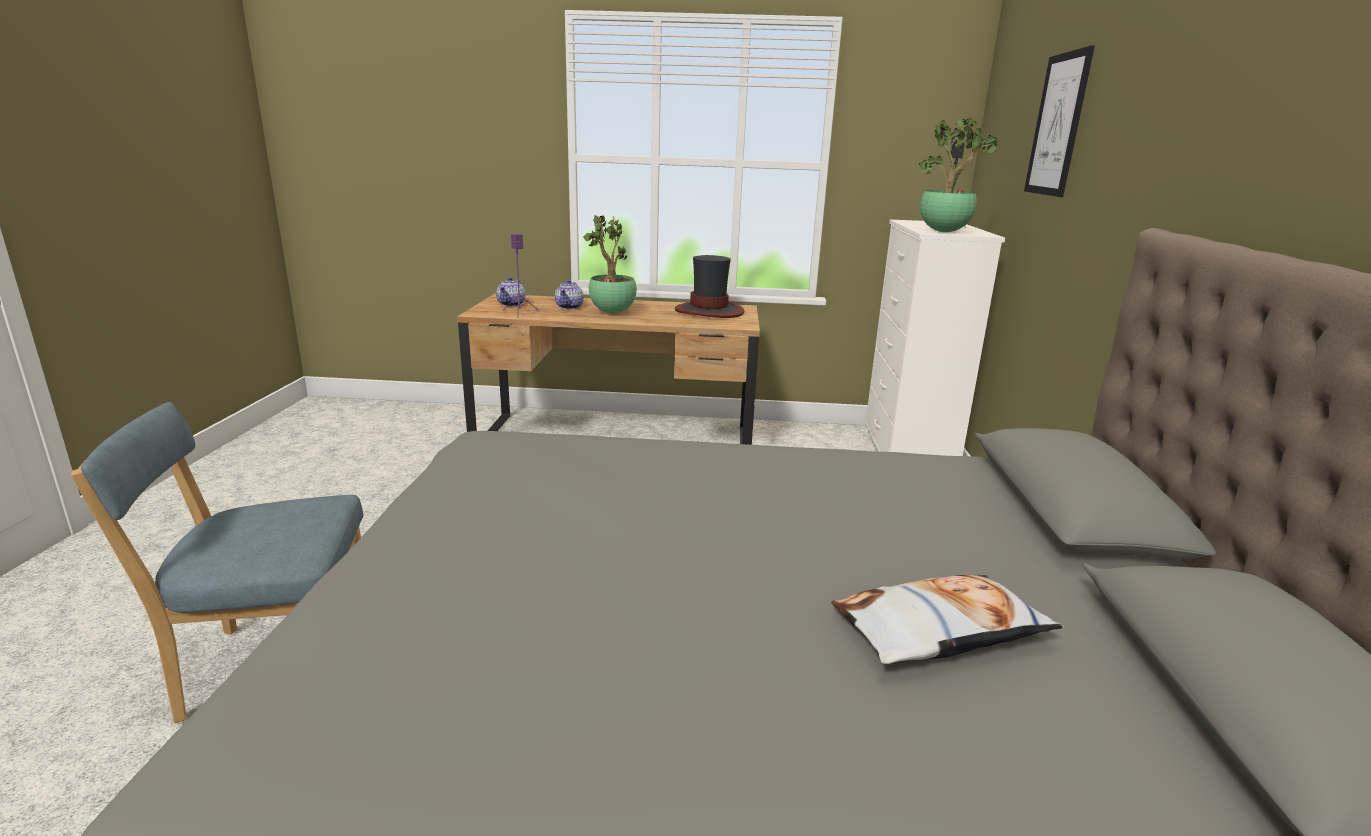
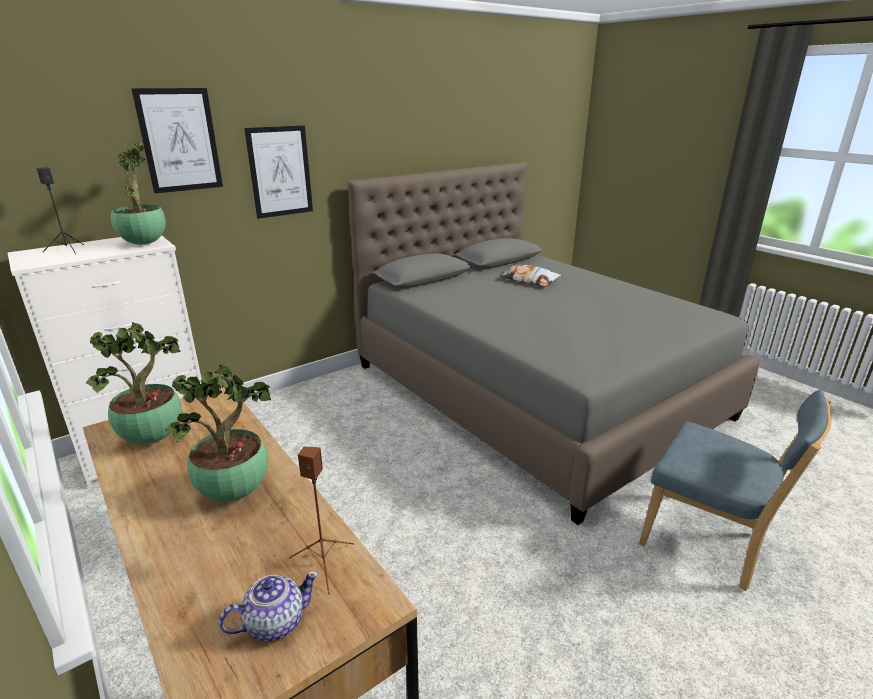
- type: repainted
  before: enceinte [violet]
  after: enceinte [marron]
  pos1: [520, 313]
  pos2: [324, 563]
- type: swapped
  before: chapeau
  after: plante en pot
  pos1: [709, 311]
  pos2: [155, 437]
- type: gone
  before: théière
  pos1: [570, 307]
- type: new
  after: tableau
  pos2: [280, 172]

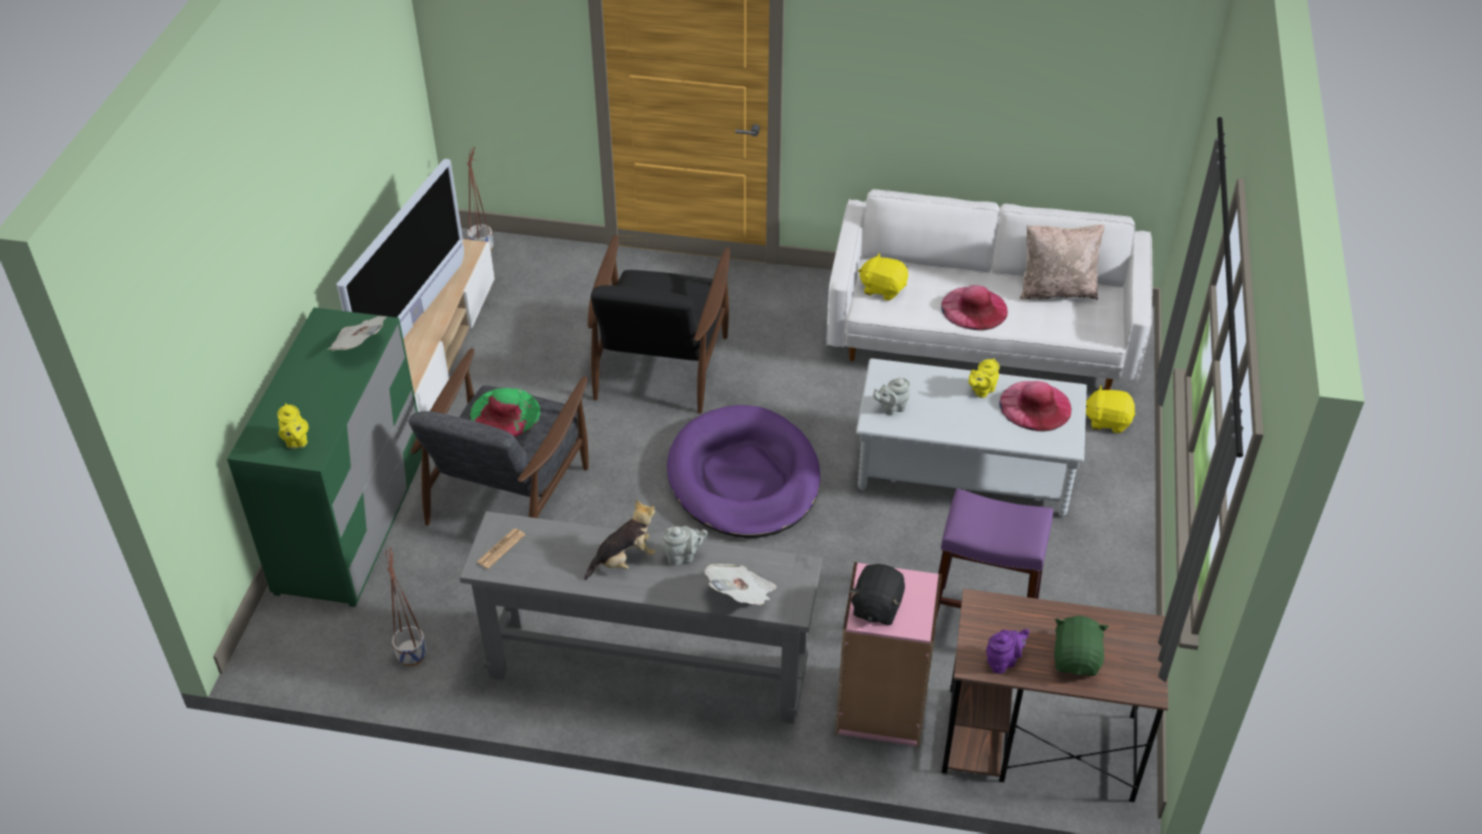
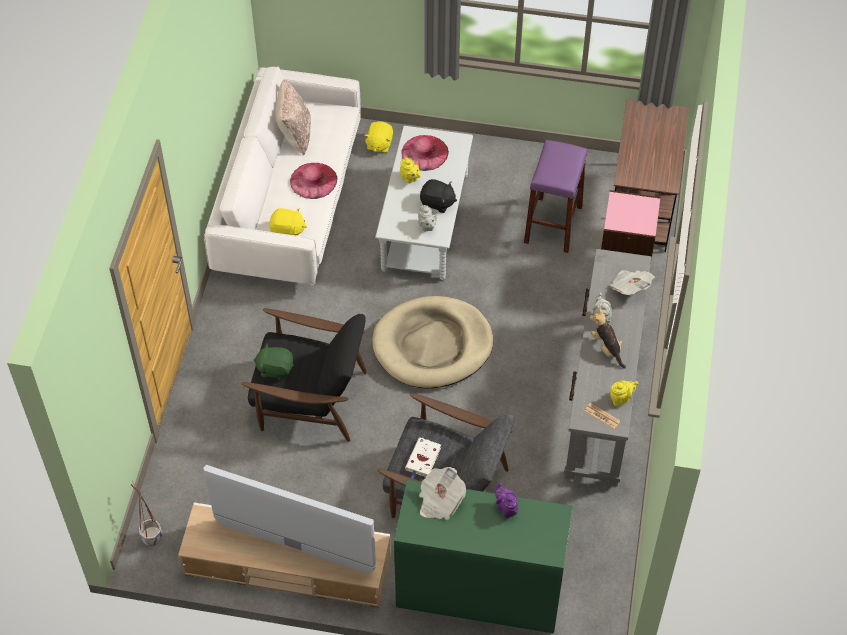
- type: rotated
  before: peluche [jaune]
  pos1: [883, 289]
  pos2: [287, 231]
  turn: -105
- type: swapped
  before: chapeau [vert]
  after: livre [blanc]
  pos1: [504, 413]
  pos2: [423, 460]
- type: shifted
  before: théière [jaune]
  pos1: [296, 442]
  pos2: [621, 398]
- type: repainted
  before: panier pour chien [violet]
  after: panier pour chien [beige]
  pos1: [744, 478]
  pos2: [432, 345]
- type: gone
  before: cache-pot
  pos1: [411, 655]
- type: shifted
  before: peluche [noir]
  pos1: [876, 607]
  pos2: [437, 203]
- type: shifted
  before: peluche [vert]
  pos1: [1076, 659]
  pos2: [275, 369]
- type: shifted
  before: théière [violet]
  pos1: [1003, 661]
  pos2: [506, 508]

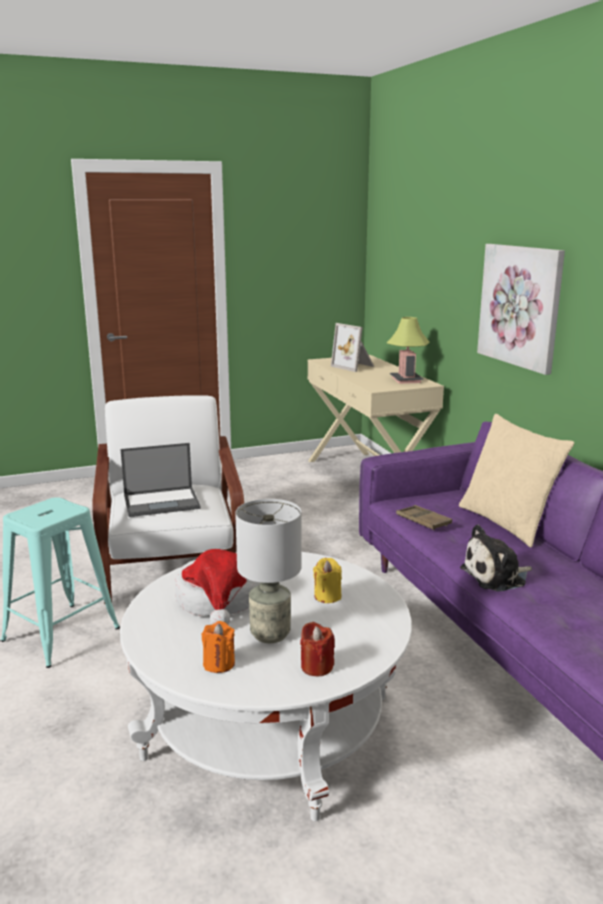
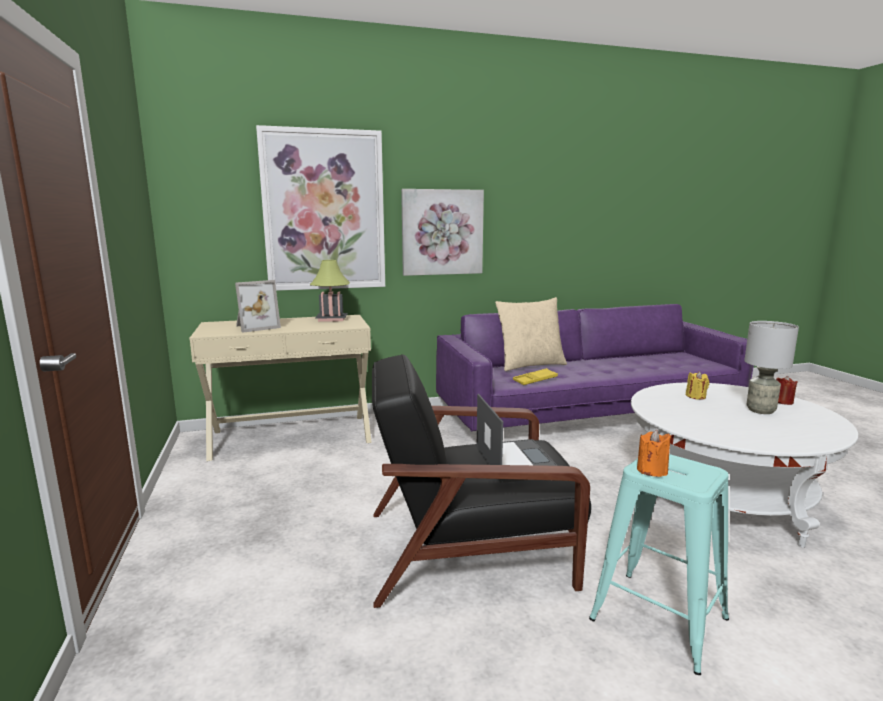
- type: repainted
  before: fauteuil [blanc]
  after: fauteuil [noir]
  pos1: [172, 562]
  pos2: [471, 548]
- type: repainted
  before: plateau [marron]
  after: plateau [jaune]
  pos1: [423, 521]
  pos2: [535, 380]
- type: gone
  before: peluche
  pos1: [496, 576]
- type: gone
  before: chapeau
  pos1: [218, 600]
- type: shifted
  before: bougie [orange]
  pos1: [219, 664]
  pos2: [652, 470]
- type: new
  after: tableau
  pos2: [324, 211]

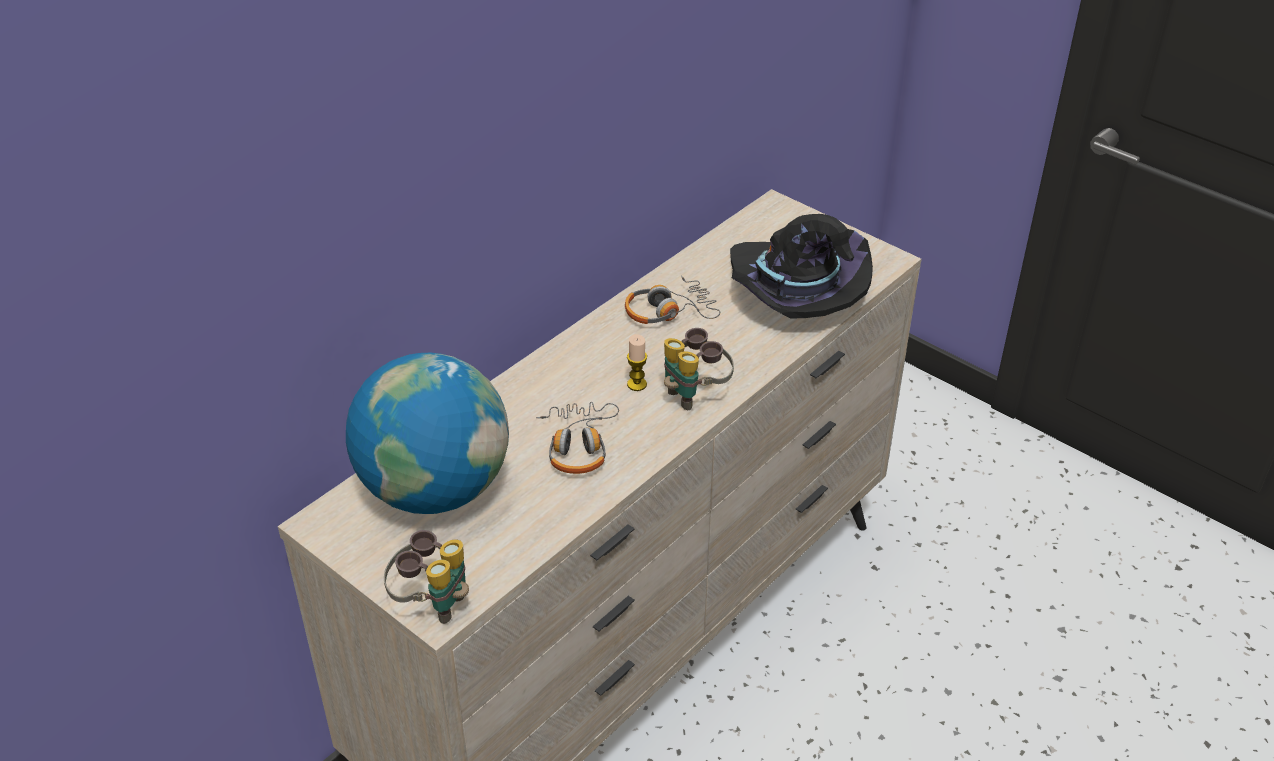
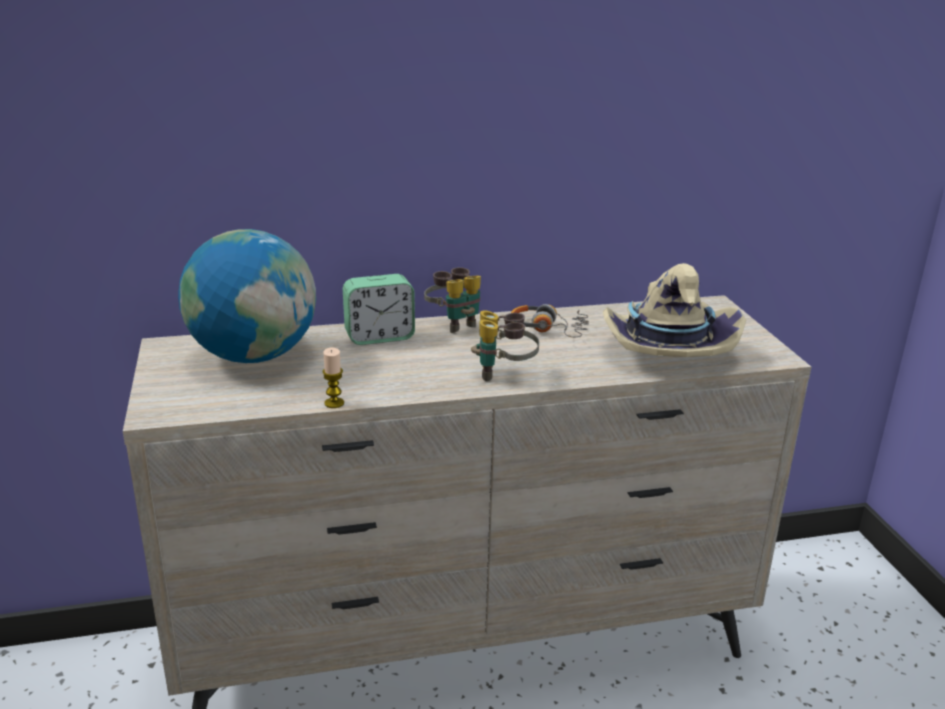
- type: repainted
  before: chapeau [noir]
  after: chapeau [beige]
  pos1: [794, 292]
  pos2: [665, 349]
- type: shifted
  before: bougie
  pos1: [637, 384]
  pos2: [334, 403]
- type: gone
  before: casque audio
  pos1: [579, 445]
- type: shifted
  before: jumelles
  pos1: [432, 602]
  pos2: [454, 324]
- type: new
  after: réveil
  pos2: [379, 337]

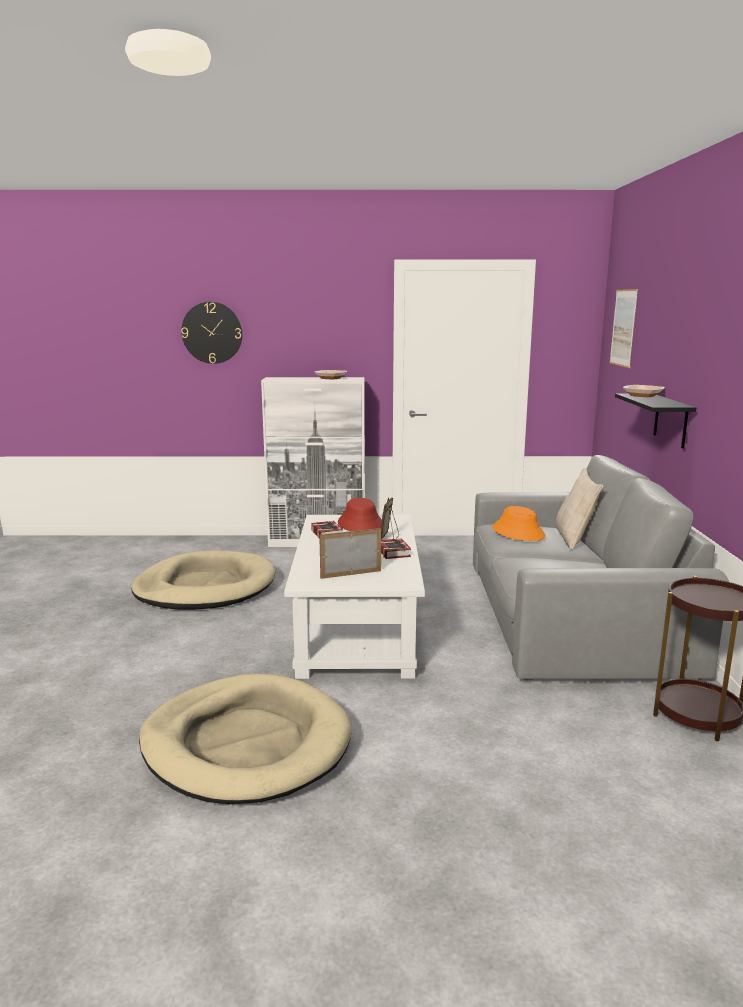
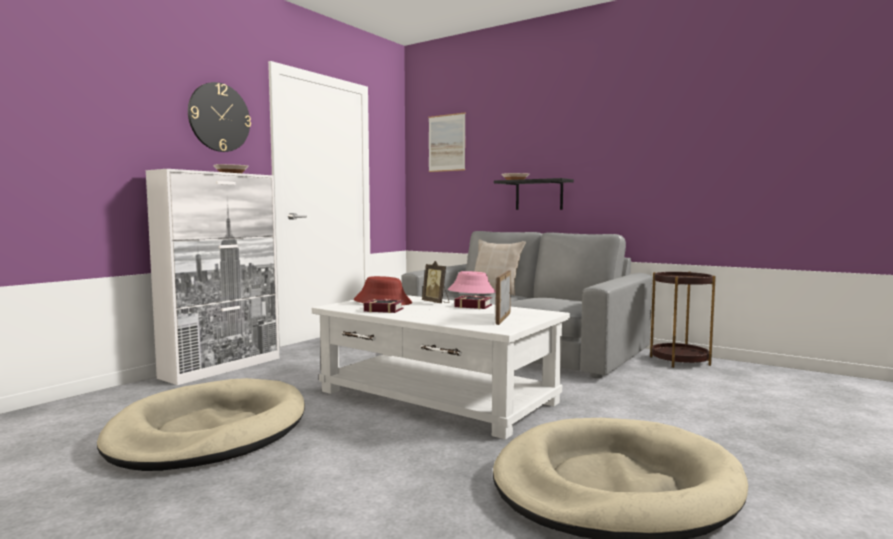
- type: shifted
  before: horloge murale
  pos1: [212, 332]
  pos2: [219, 117]
- type: repainted
  before: chapeau [orange]
  after: chapeau [rose]
  pos1: [518, 532]
  pos2: [471, 291]

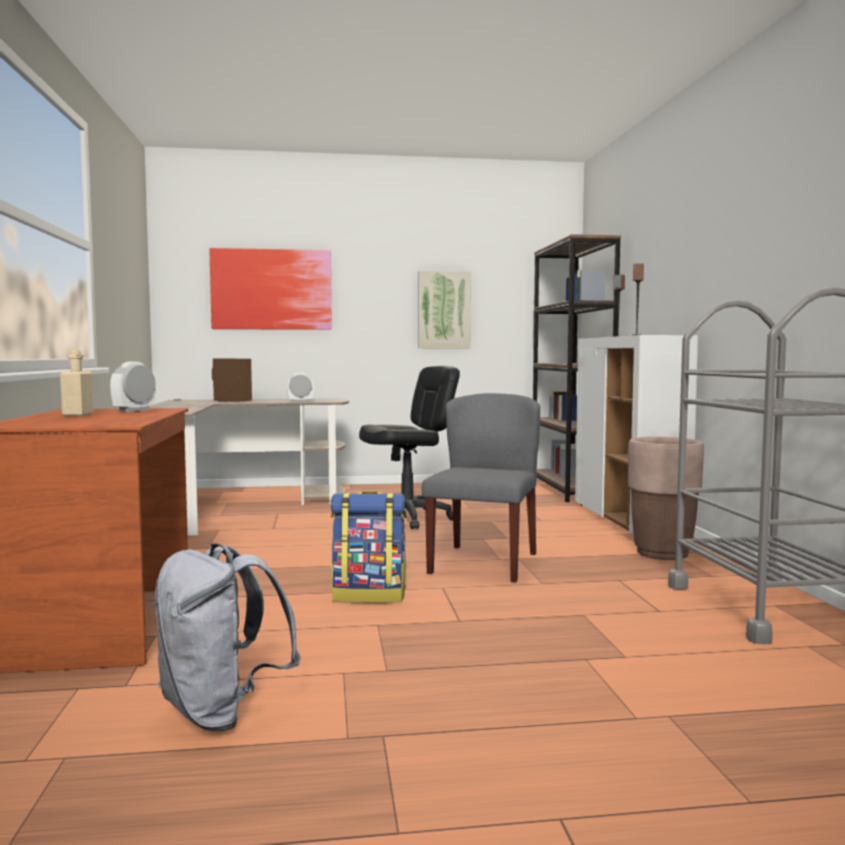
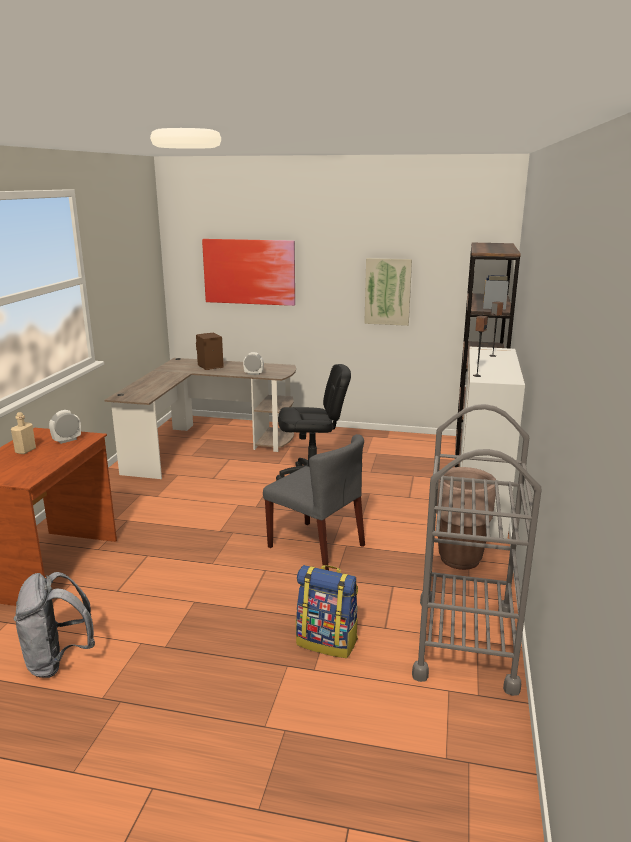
- type: rotated
  before: chaise [gris]
  pos1: [483, 563]
  pos2: [317, 546]
  turn: 90
- type: shifted
  before: sac à dos
  pos1: [370, 595]
  pos2: [327, 642]

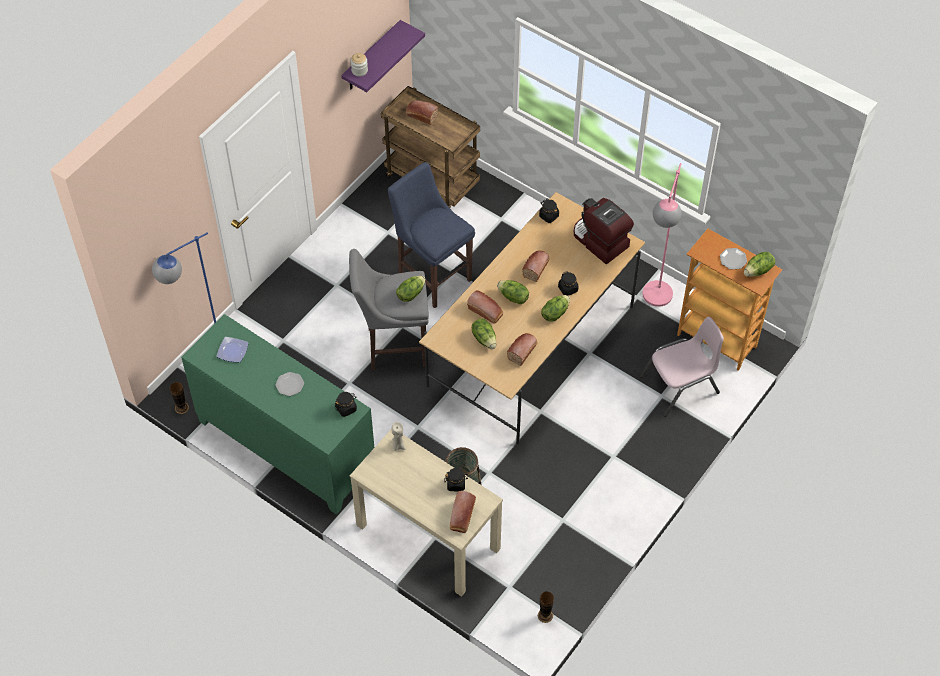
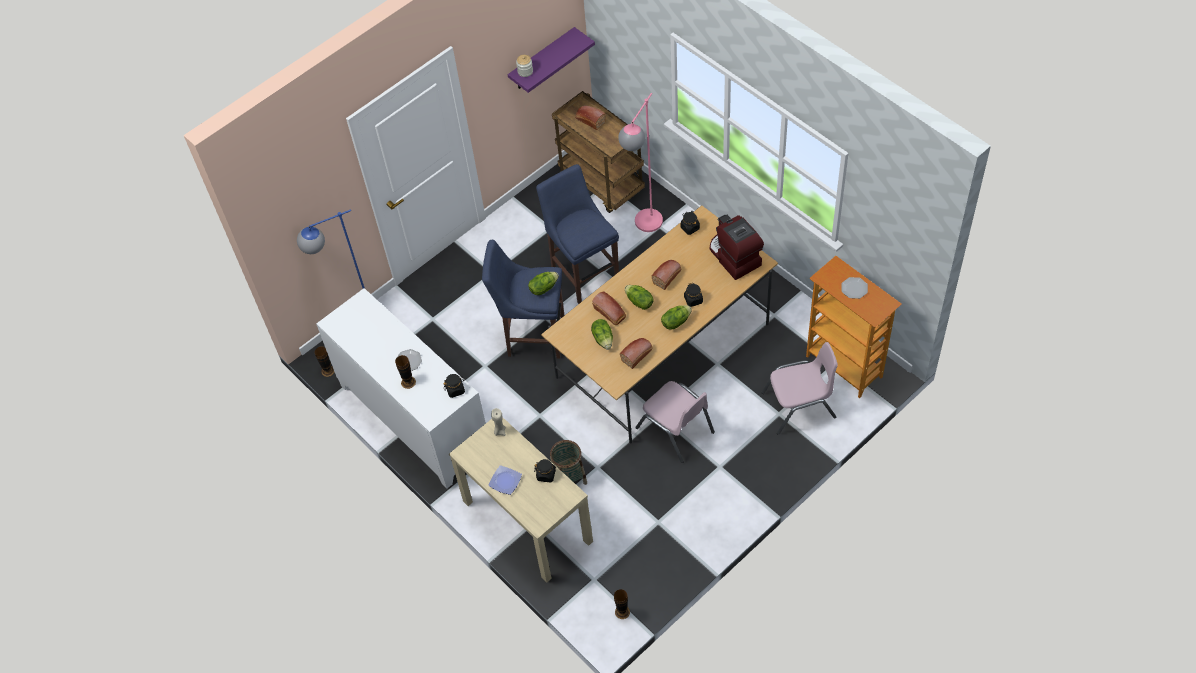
- type: shifted
  before: lampadaire [rose]
  pos1: [655, 303]
  pos2: [644, 228]
- type: repainted
  before: tabouret [gris]
  after: tabouret [bleu]
  pos1: [393, 346]
  pos2: [532, 336]
- type: gone
  before: laitue
  pos1: [758, 271]
- type: repainted
  before: meuble de rangement [vert]
  after: meuble de rangement [blanc]
  pos1: [285, 446]
  pos2: [413, 419]
- type: shifted
  before: assiette
  pos1: [233, 351]
  pos2: [505, 482]
- type: gone
  before: pain
  pos1: [462, 517]
- type: new
  after: vase
  pos2: [408, 382]
- type: new
  after: chaise [rose]
  pos2: [675, 430]

